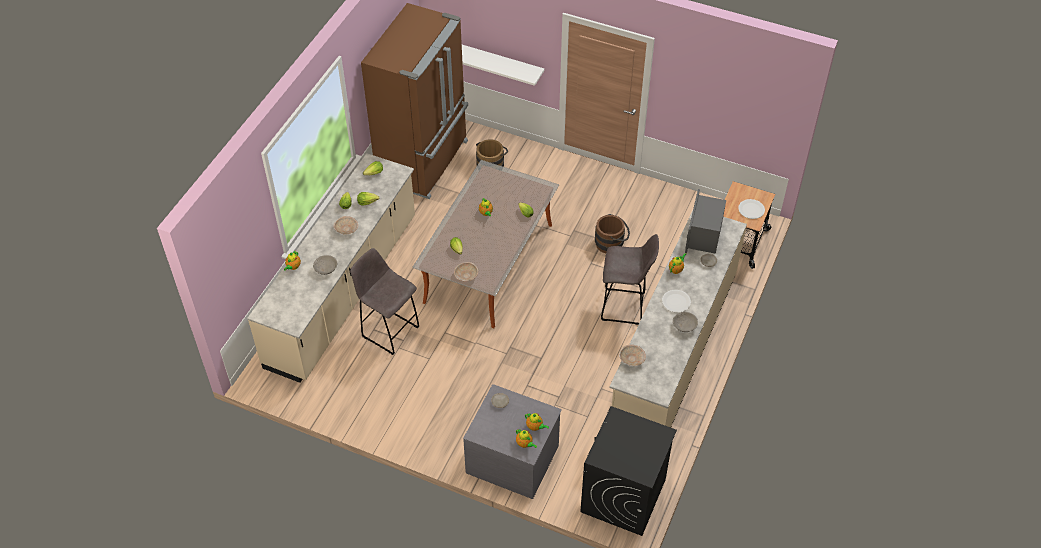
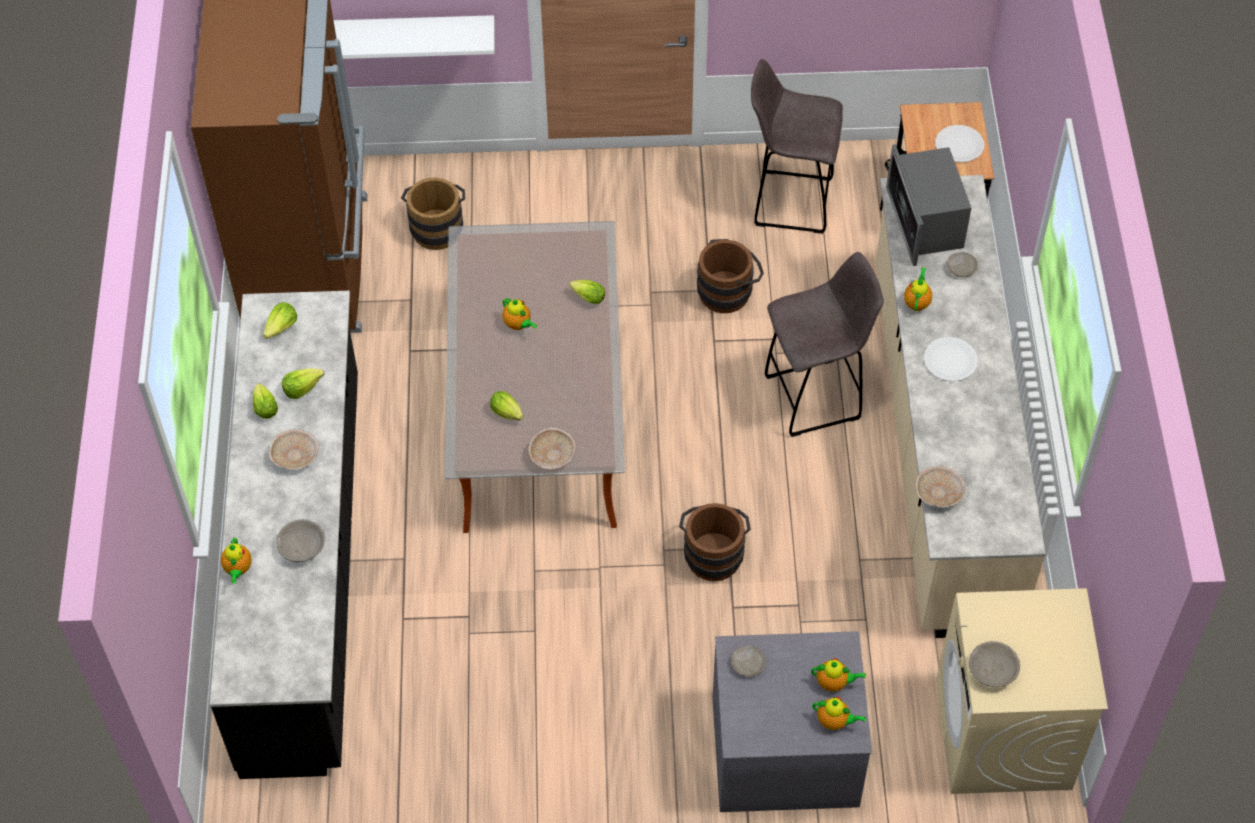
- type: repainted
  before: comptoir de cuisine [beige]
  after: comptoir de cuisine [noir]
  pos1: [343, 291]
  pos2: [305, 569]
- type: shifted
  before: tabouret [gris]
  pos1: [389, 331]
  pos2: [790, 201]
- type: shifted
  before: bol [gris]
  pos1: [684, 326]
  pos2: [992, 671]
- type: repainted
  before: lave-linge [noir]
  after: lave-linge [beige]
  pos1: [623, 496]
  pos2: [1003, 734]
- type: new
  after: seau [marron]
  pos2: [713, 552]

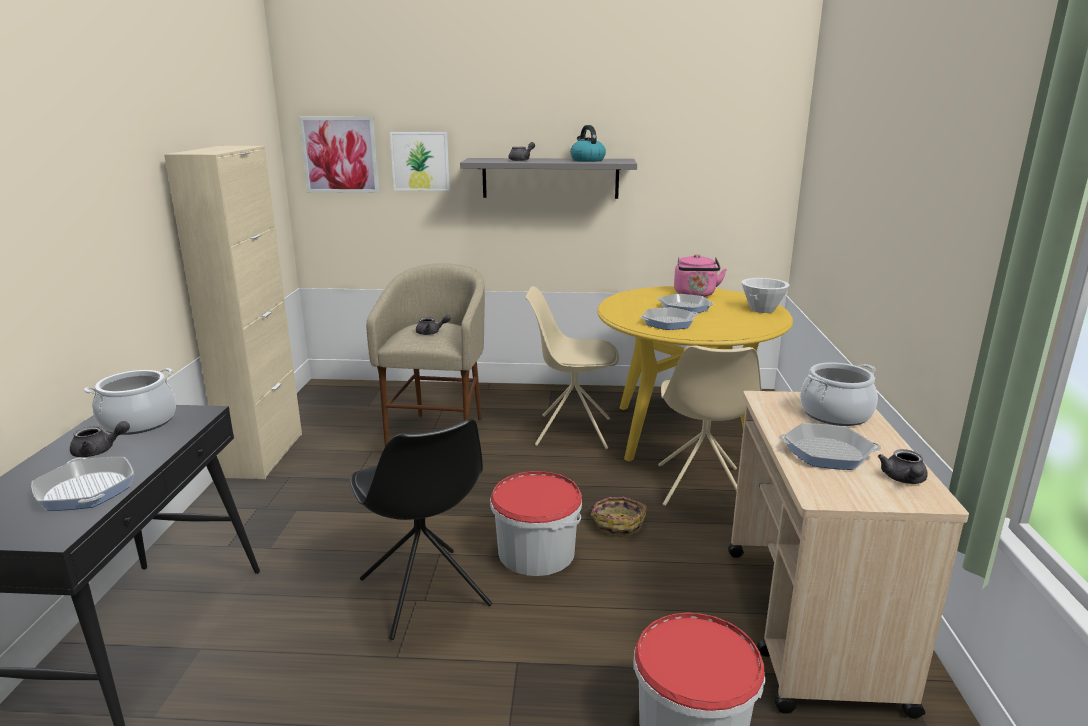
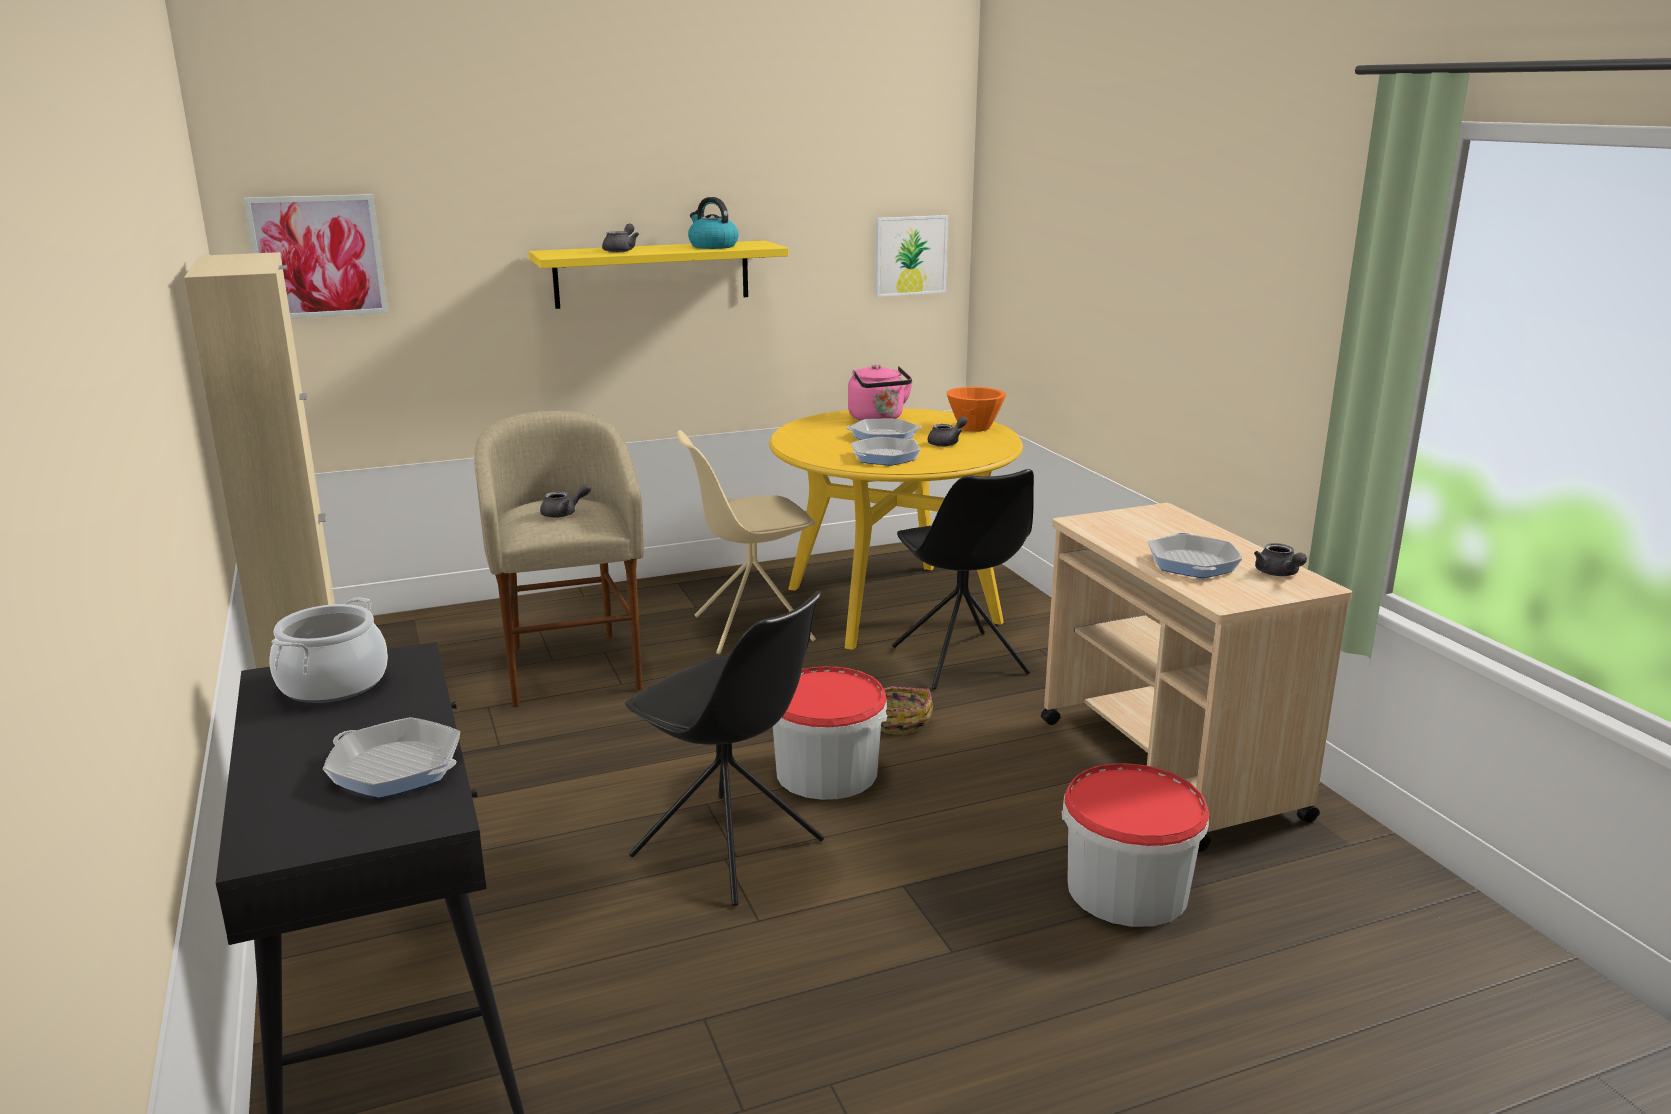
- type: shifted
  before: tableau
  pos1: [420, 161]
  pos2: [910, 255]
- type: repainted
  before: étagère [gris]
  after: étagère [jaune]
  pos1: [550, 178]
  pos2: [652, 274]
- type: repainted
  before: bol [blanc]
  after: bol [orange]
  pos1: [762, 309]
  pos2: [975, 427]
- type: repainted
  before: chaise [beige]
  after: chaise [noir]
  pos1: [701, 488]
  pos2: [960, 661]
- type: gone
  before: marmite
  pos1: [835, 414]
- type: shifted
  before: théière [gris]
  pos1: [99, 451]
  pos2: [947, 443]
- type: rotated
  before: poêle
  pos1: [827, 453]
  pos2: [1192, 563]
  turn: 105

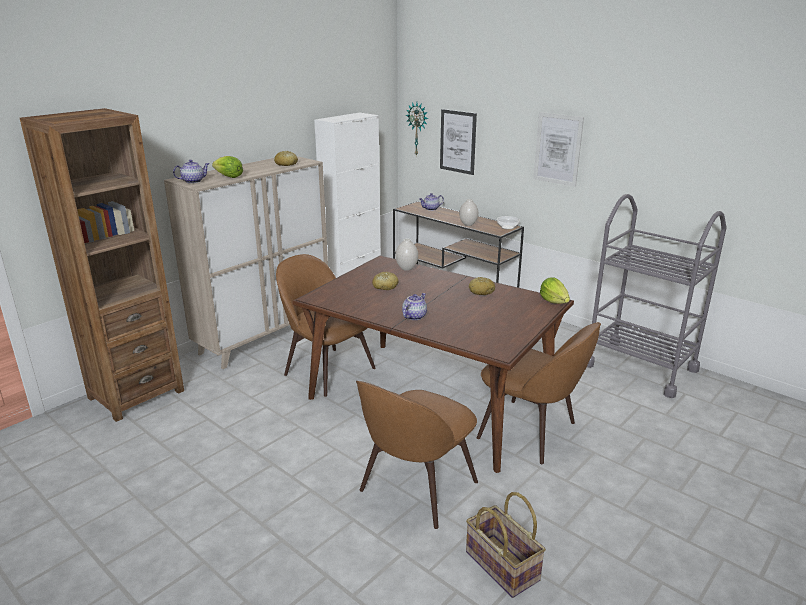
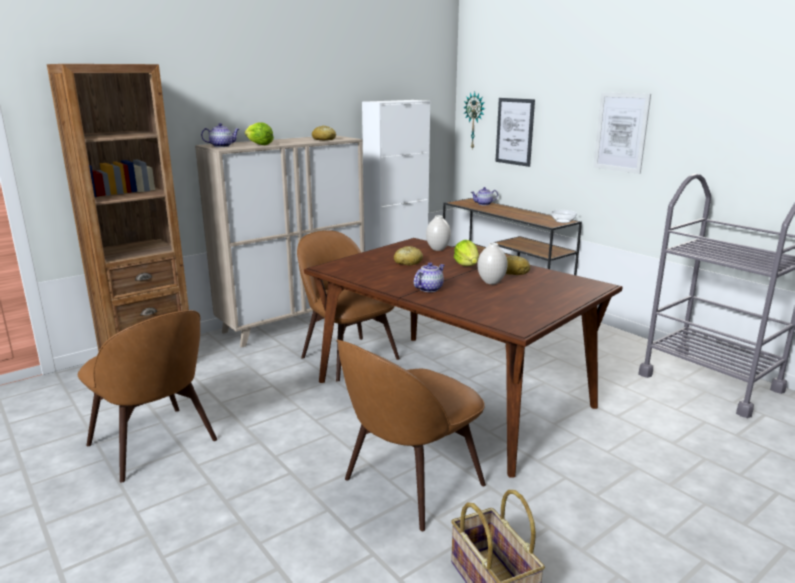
- type: shifted
  before: vase [blanc]
  pos1: [468, 224]
  pos2: [491, 282]
- type: shifted
  before: laitue
  pos1: [554, 301]
  pos2: [467, 265]
- type: shifted
  before: chaise [marron]
  pos1: [531, 432]
  pos2: [155, 444]

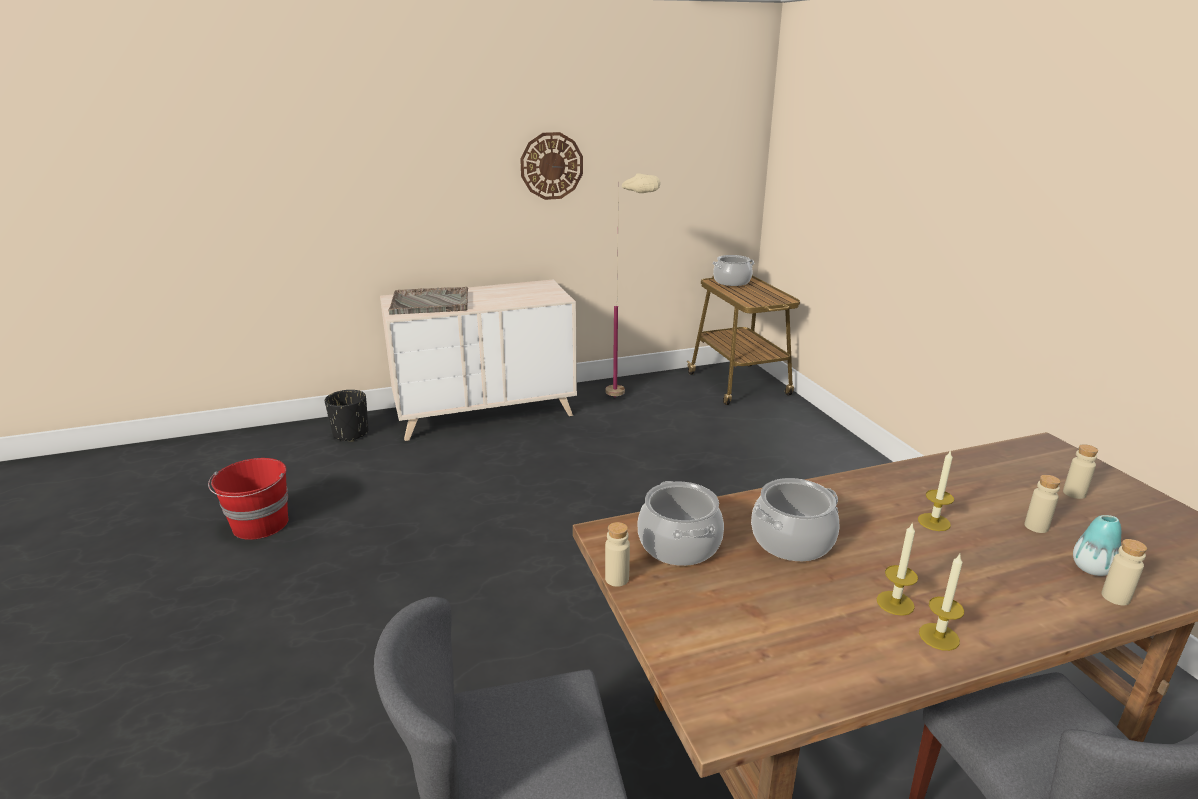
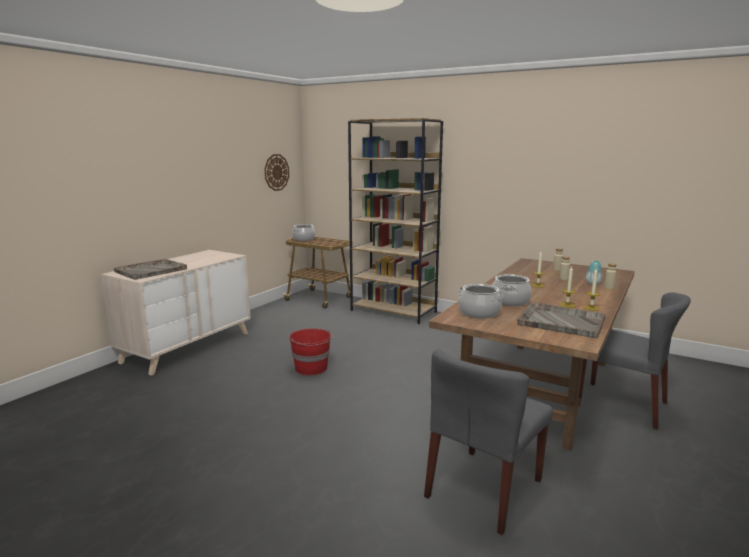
- type: shifted
  before: horloge murale
  pos1: [551, 166]
  pos2: [276, 172]
- type: gone
  before: lampadaire [beige]
  pos1: [628, 402]
- type: gone
  before: cache-pot [noir]
  pos1: [351, 434]
- type: shifted
  before: seau [rouge]
  pos1: [260, 525]
  pos2: [311, 368]
- type: gone
  before: bouteille [beige]
  pos1: [617, 579]
- type: new
  after: bibliothèque [marron]
  pos2: [394, 311]
- type: new
  after: plateau [gris]
  pos2: [560, 321]

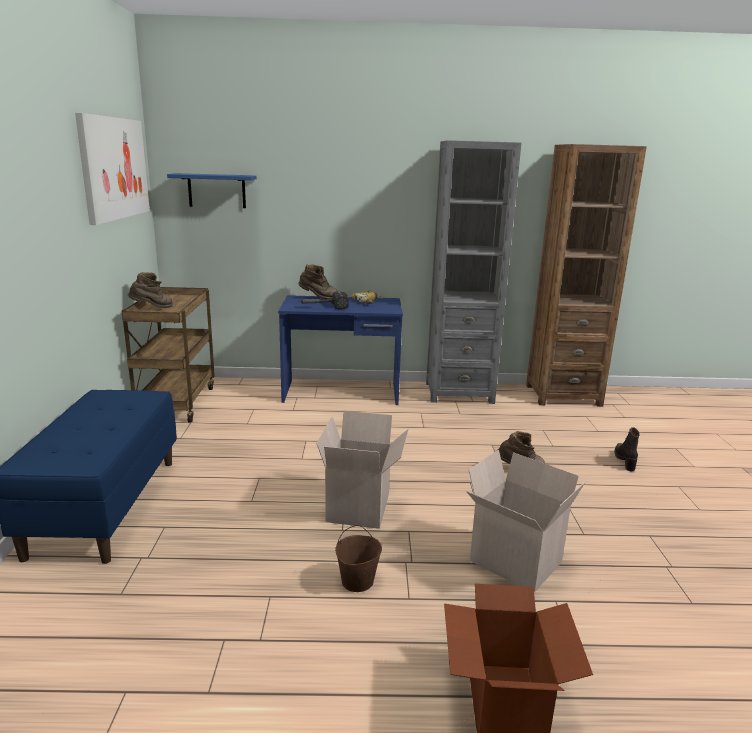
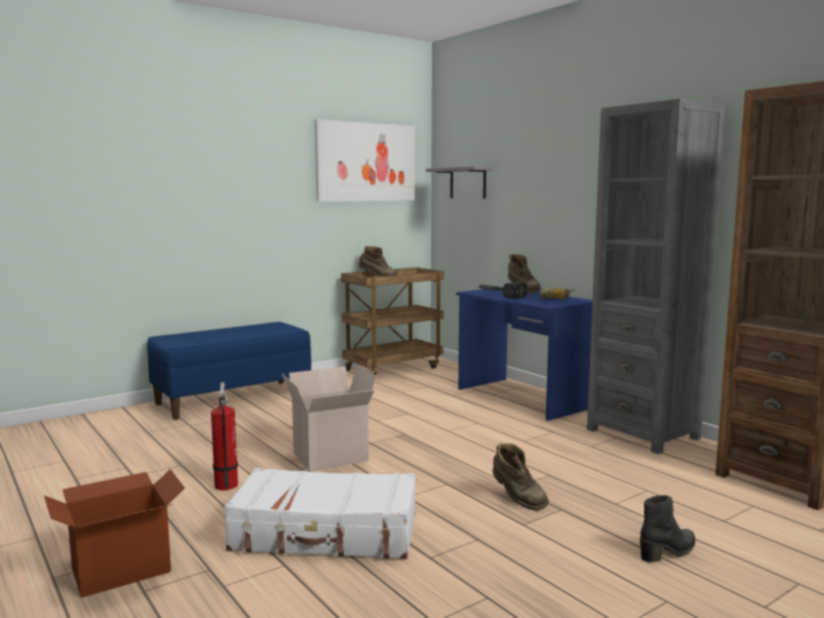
- type: repainted
  before: étagère [bleu]
  after: étagère [gris]
  pos1: [216, 190]
  pos2: [468, 183]
- type: swapped
  before: carton
  after: valise [blanc]
  pos1: [513, 562]
  pos2: [326, 533]
- type: swapped
  before: seau [marron]
  after: extincteur
  pos1: [357, 582]
  pos2: [226, 484]

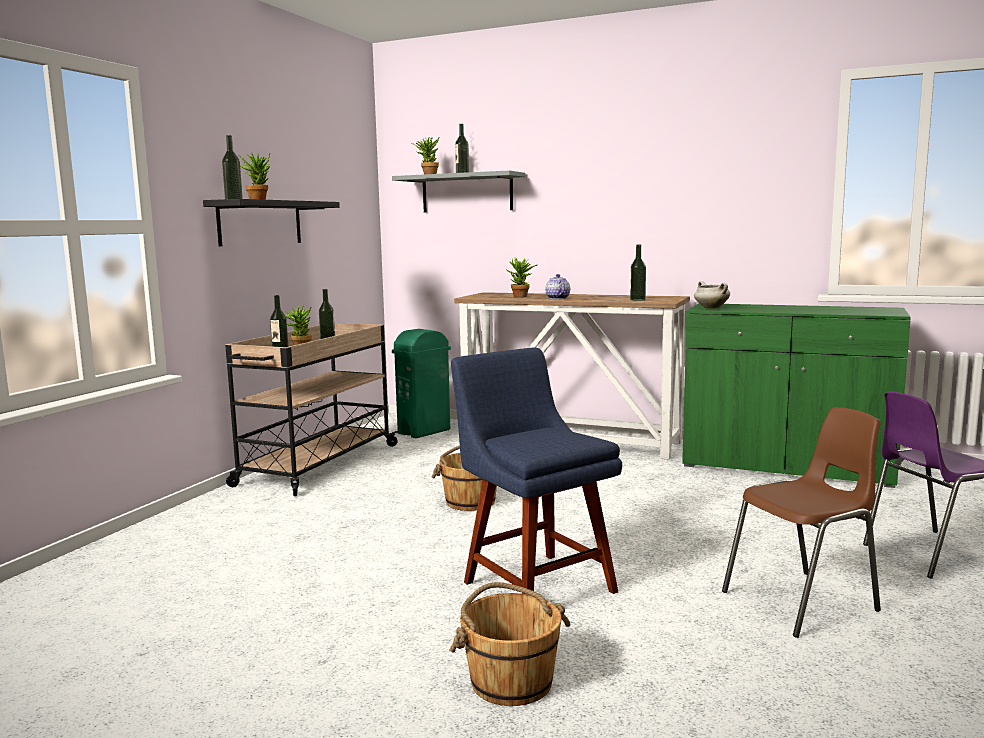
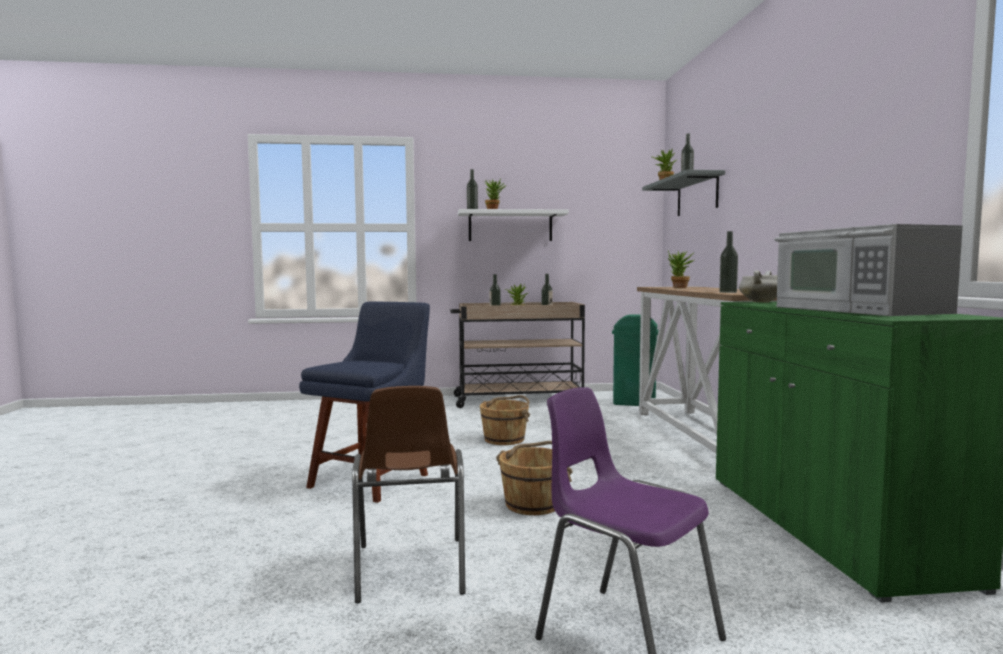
- type: repainted
  before: étagère [noir]
  after: étagère [blanc]
  pos1: [260, 223]
  pos2: [510, 226]
- type: gone
  before: théière
  pos1: [557, 298]
- type: rotated
  before: chaise [marron]
  pos1: [803, 601]
  pos2: [410, 571]
  turn: 45
- type: shifted
  before: seau [marron]
  pos1: [511, 681]
  pos2: [534, 504]
- type: new
  after: micro-ondes
  pos2: [856, 310]

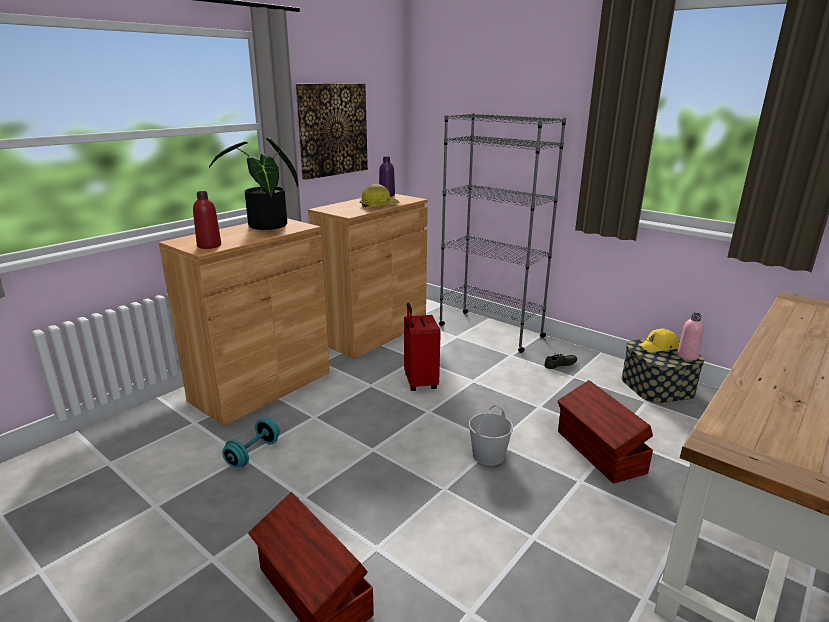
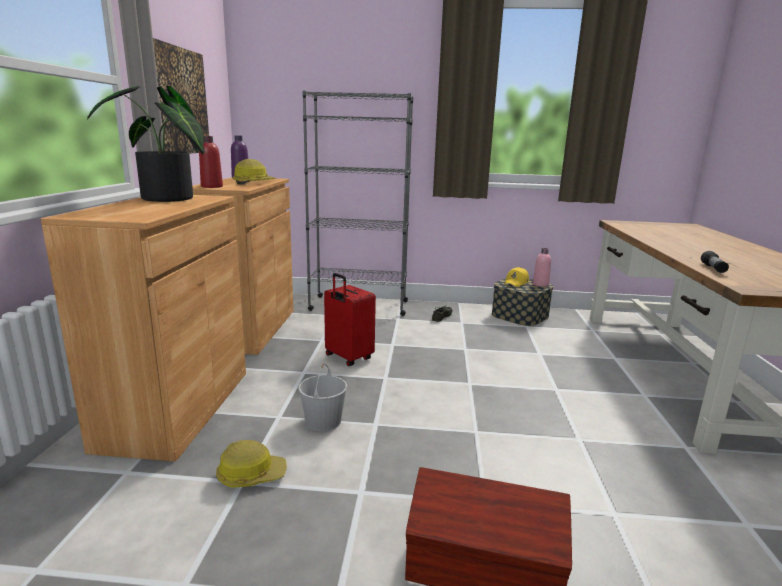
- type: shifted
  before: bouteille [rouge]
  pos1: [209, 246]
  pos2: [212, 186]
- type: gone
  before: boîte de rangement [marron]
  pos1: [599, 452]
- type: shifted
  before: seau [blanc]
  pos1: [488, 454]
  pos2: [323, 420]
- type: swapped
  before: haltère [turquoise]
  after: casque de chantier
  pos1: [253, 453]
  pos2: [251, 475]
- type: new
  after: lampe de poche
  pos2: [713, 269]

